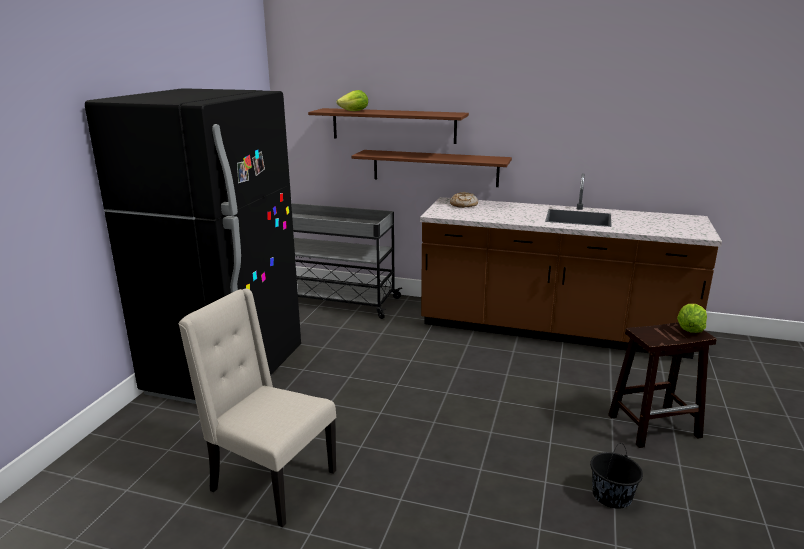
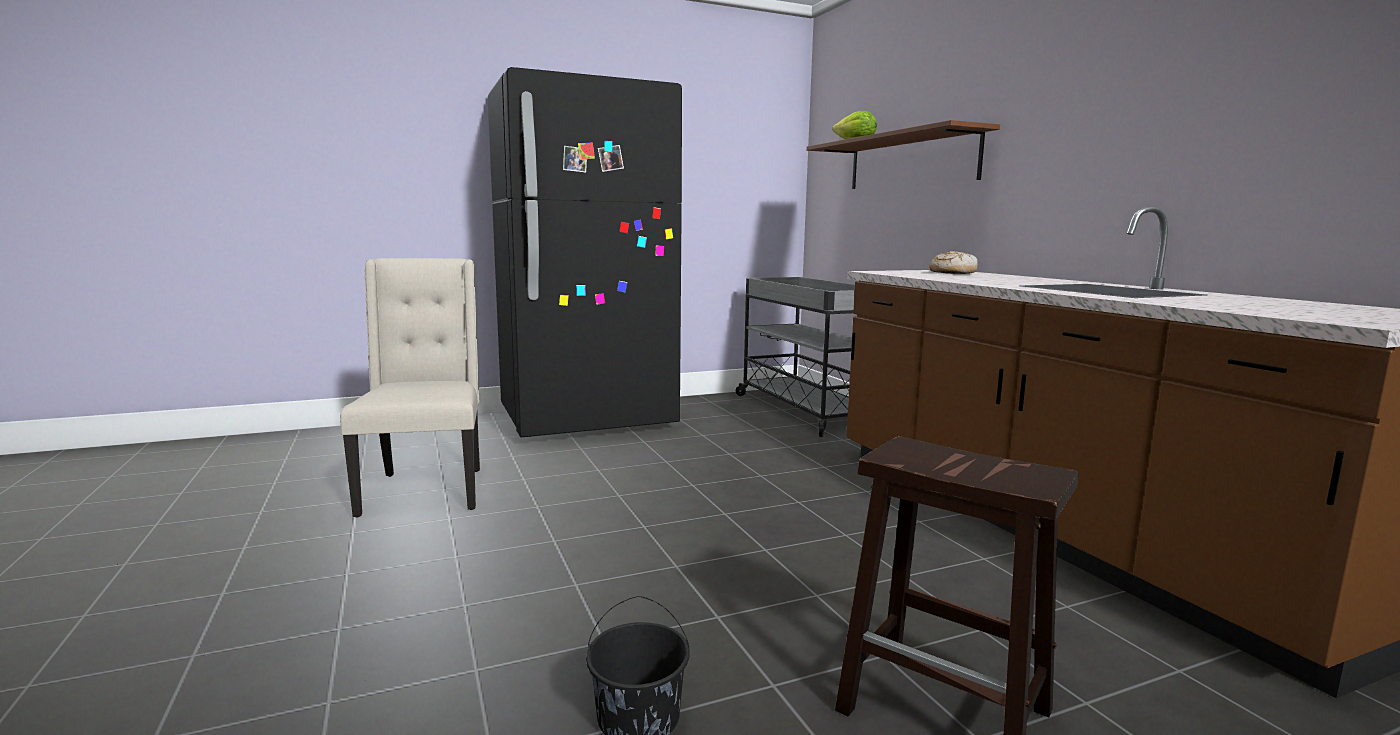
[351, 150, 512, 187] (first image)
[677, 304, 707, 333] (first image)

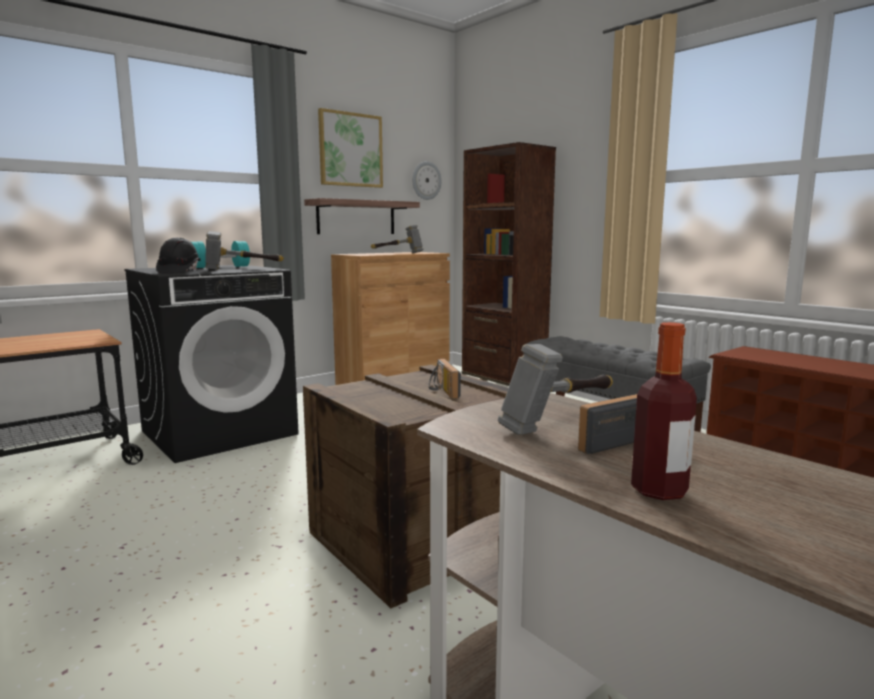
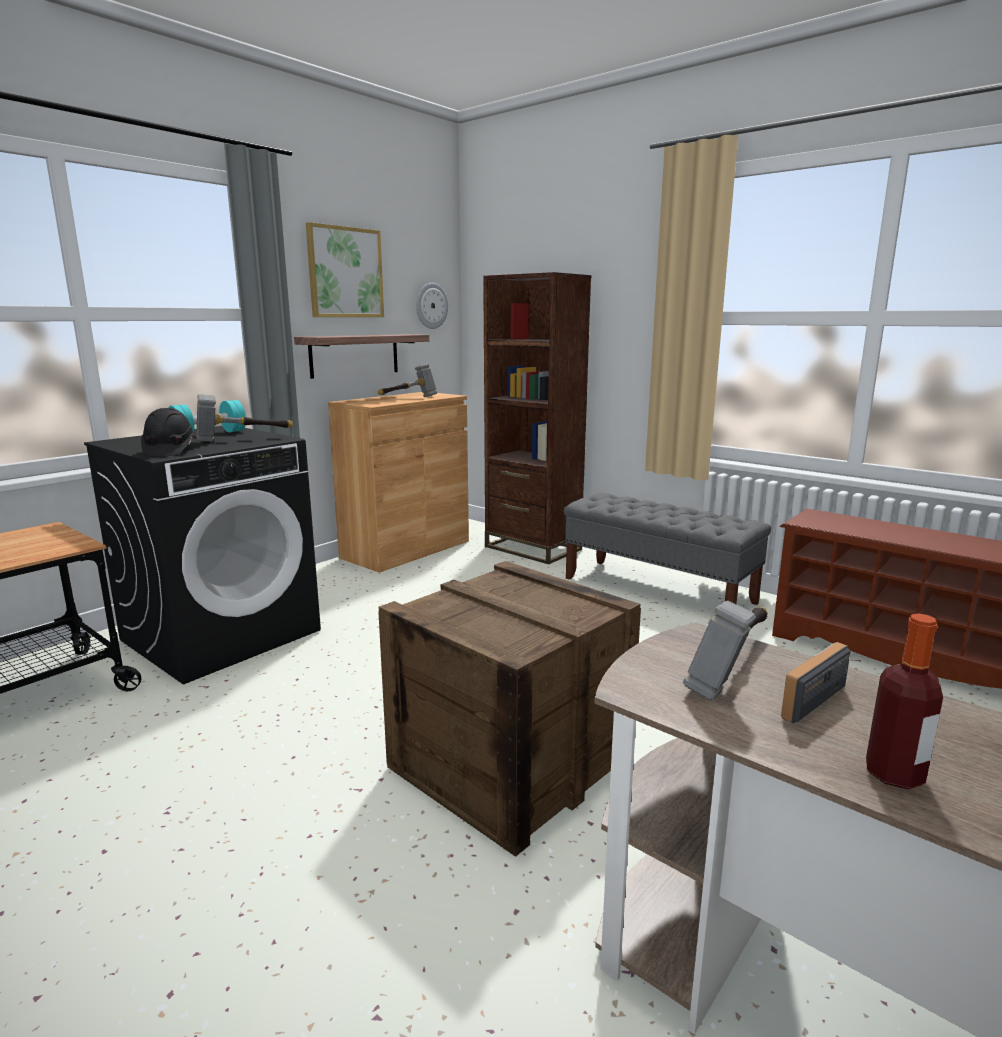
[429, 359, 461, 399] (first image)

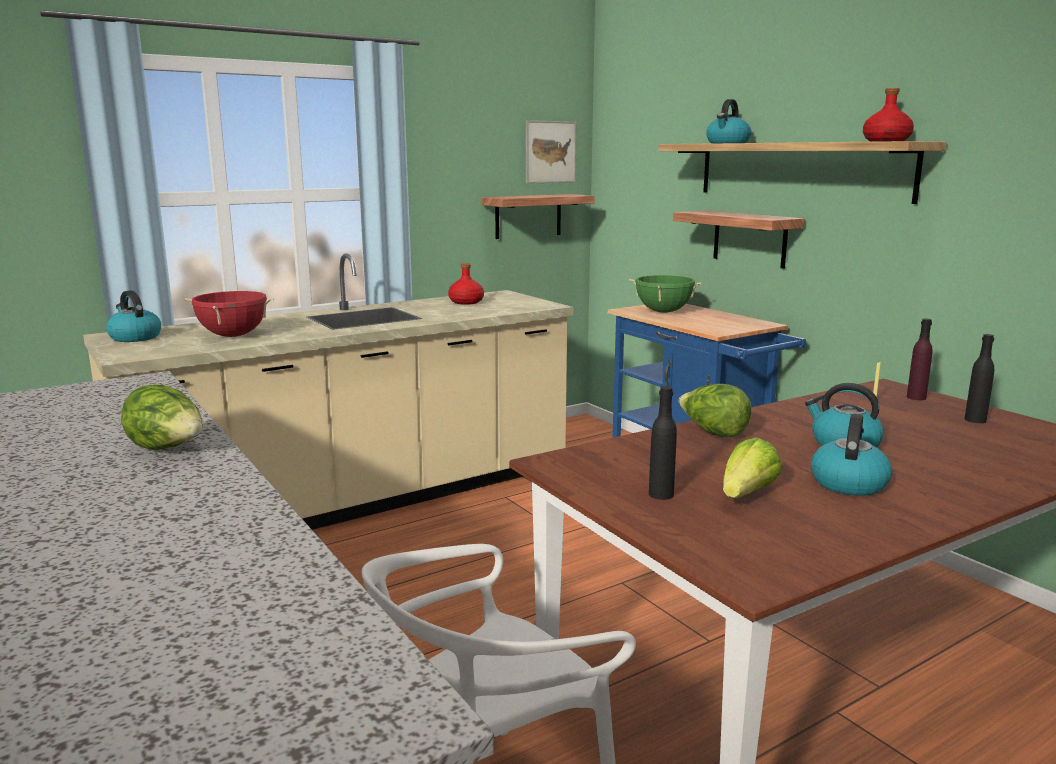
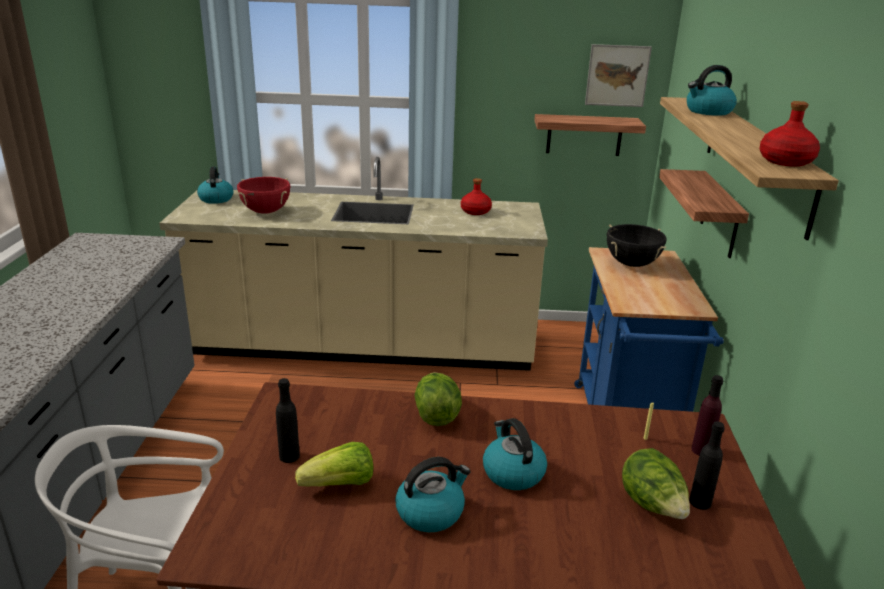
[622, 448, 690, 519]
[606, 224, 667, 267]

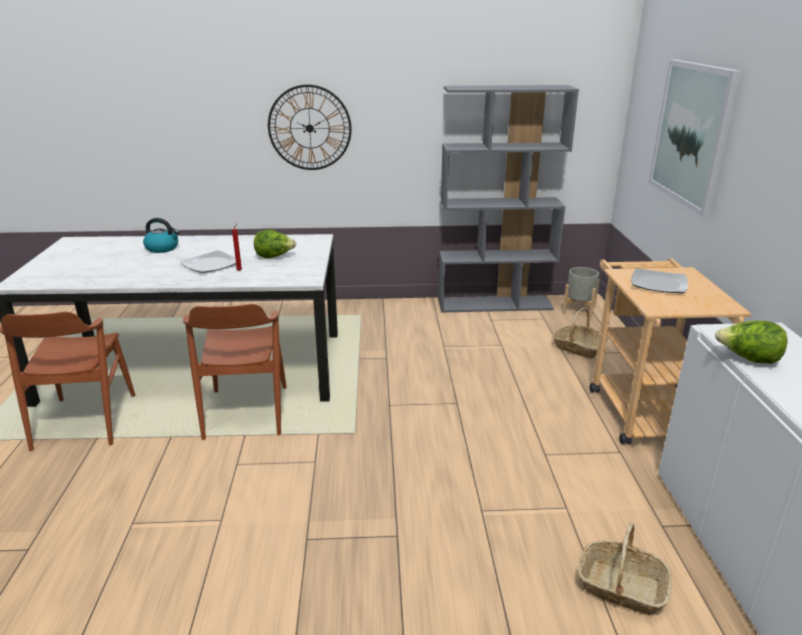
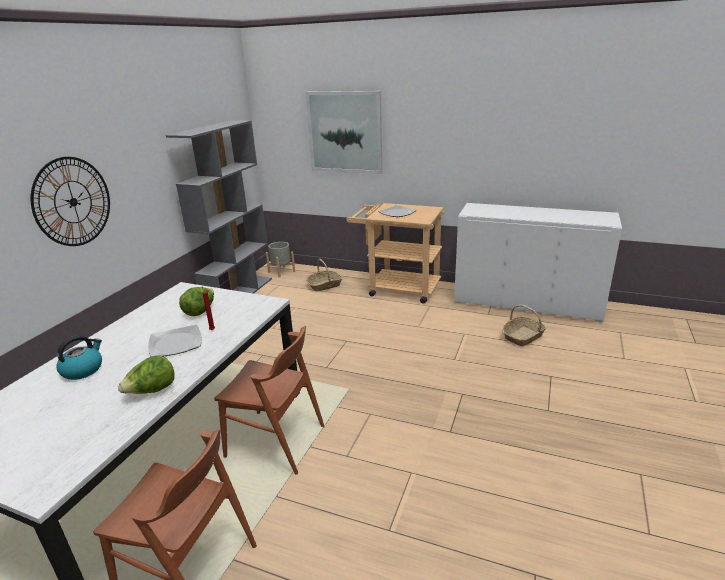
[118, 356, 175, 394]

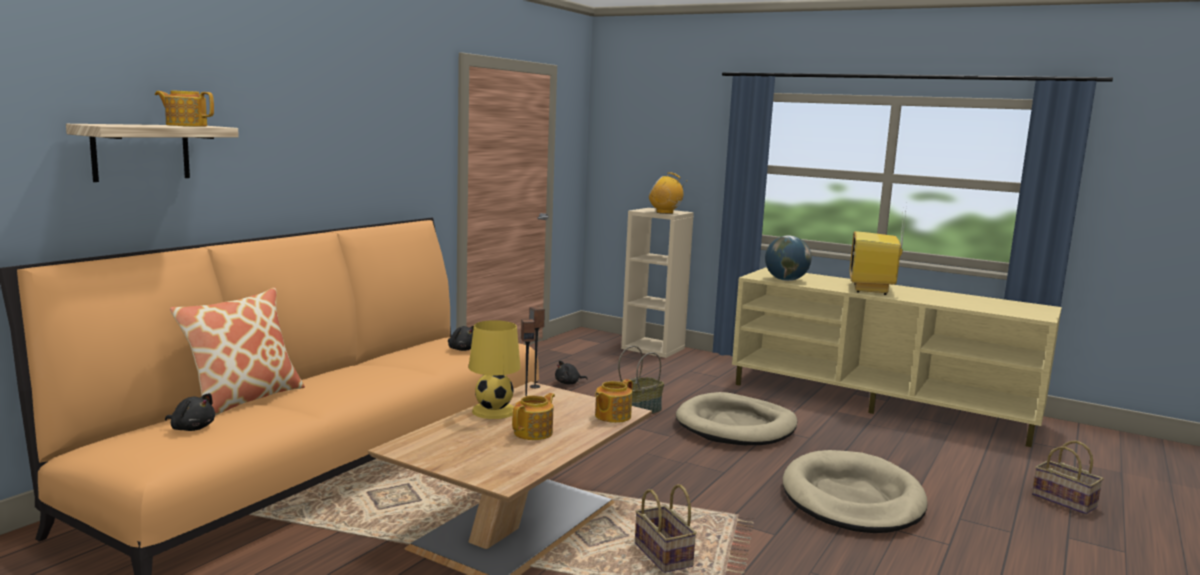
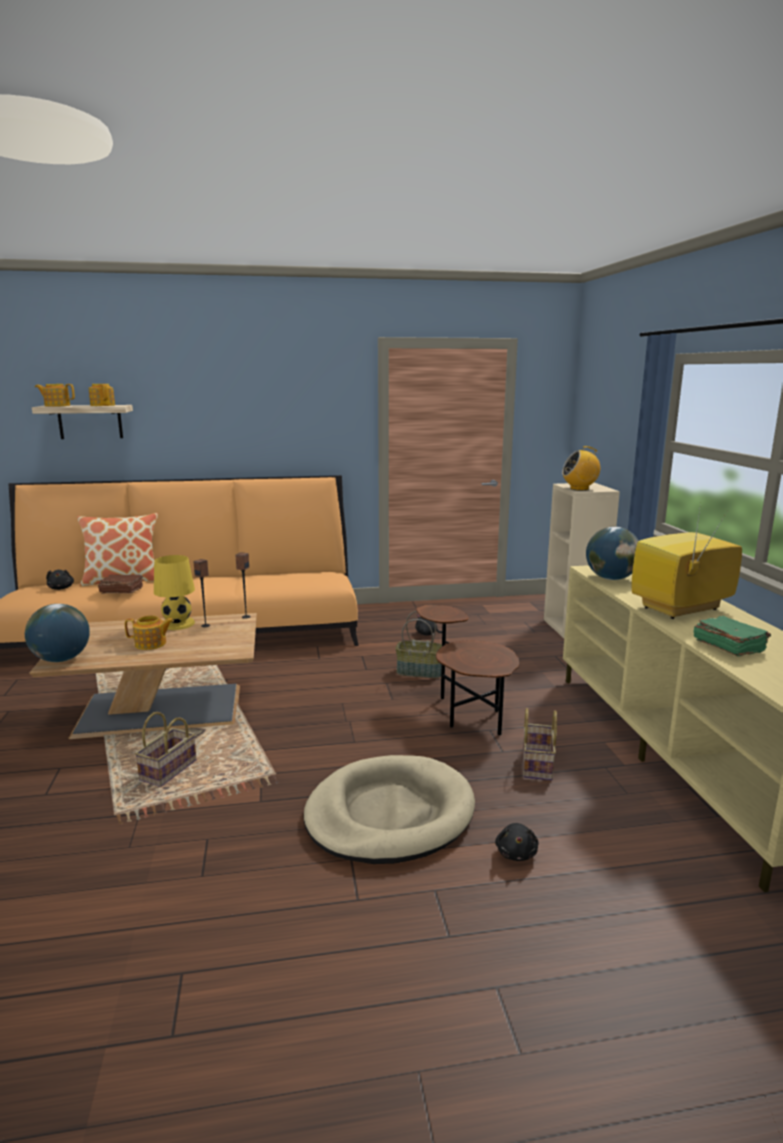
[25, 604, 90, 662]
[98, 575, 143, 594]
[694, 616, 771, 656]
[495, 823, 539, 861]
[35, 384, 75, 406]
[523, 708, 557, 780]
[416, 605, 519, 735]
[562, 446, 600, 491]

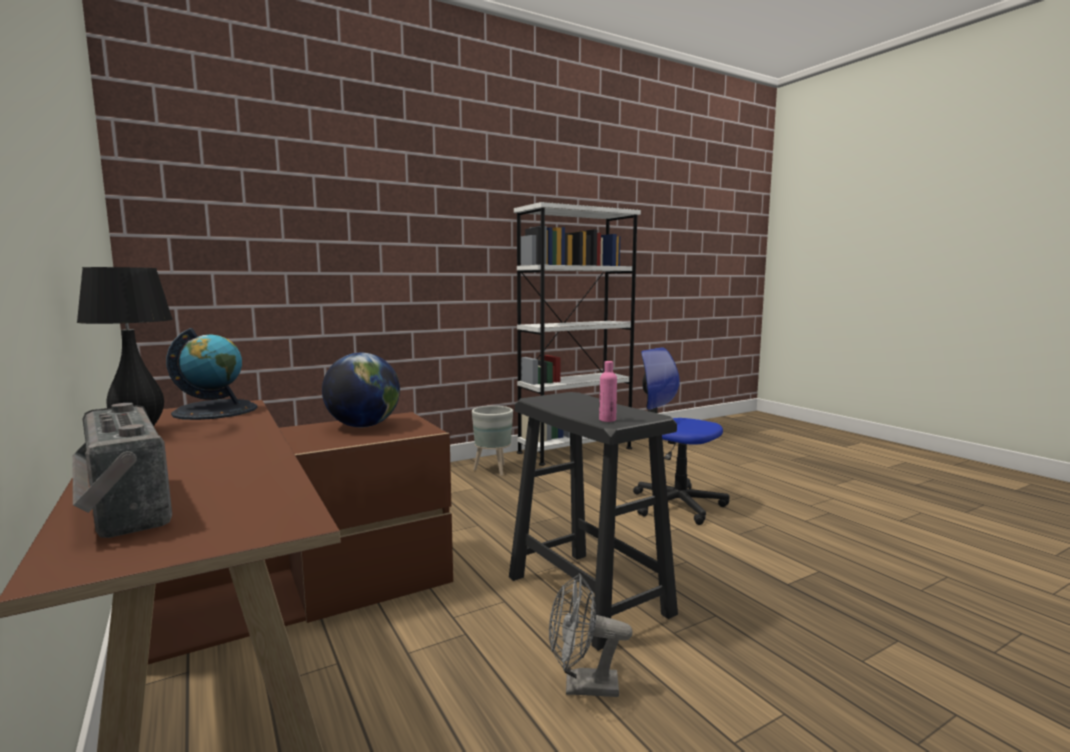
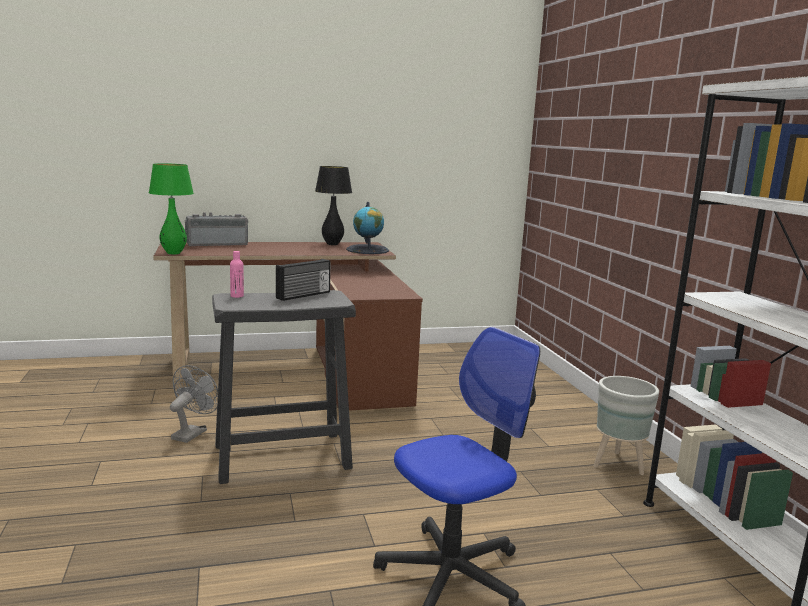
[322, 353, 400, 427] (first image)
[149, 163, 194, 254]
[276, 259, 330, 301]

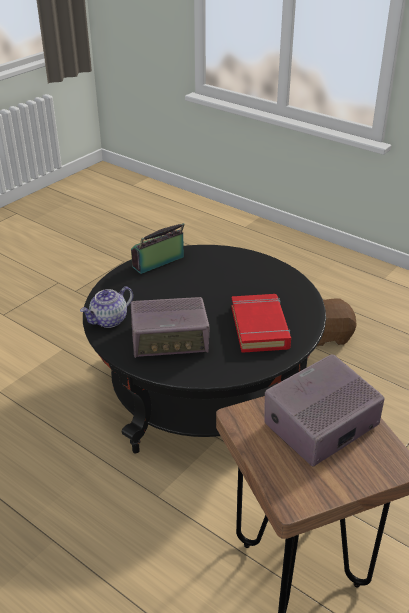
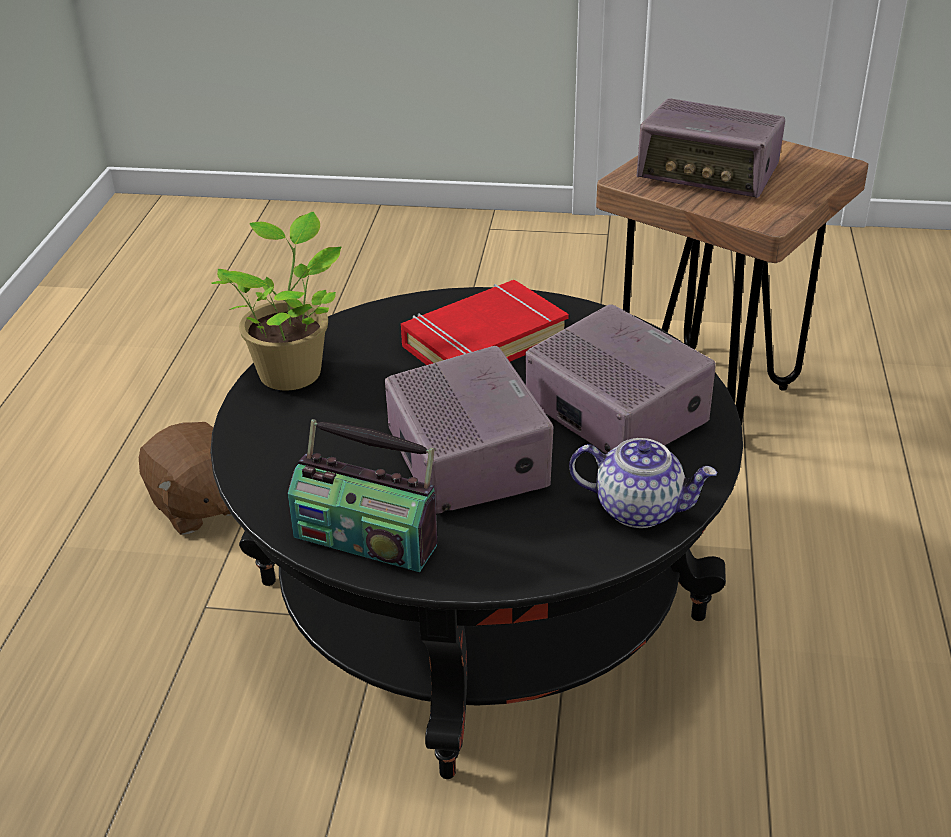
[211, 212, 341, 391]
[385, 346, 553, 514]

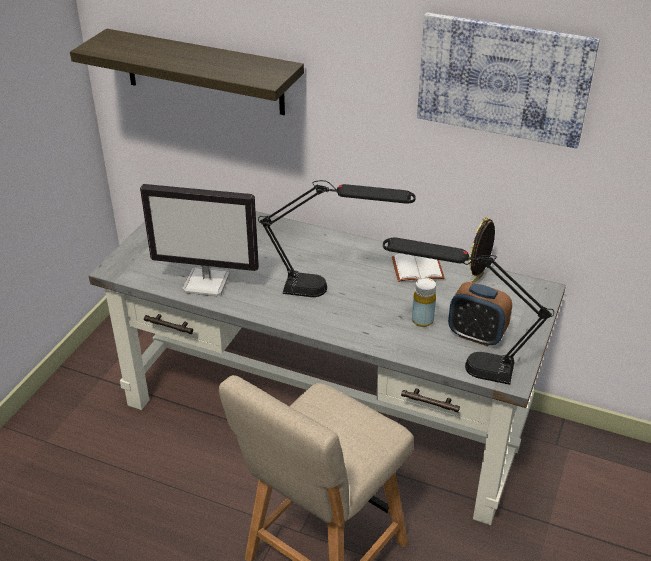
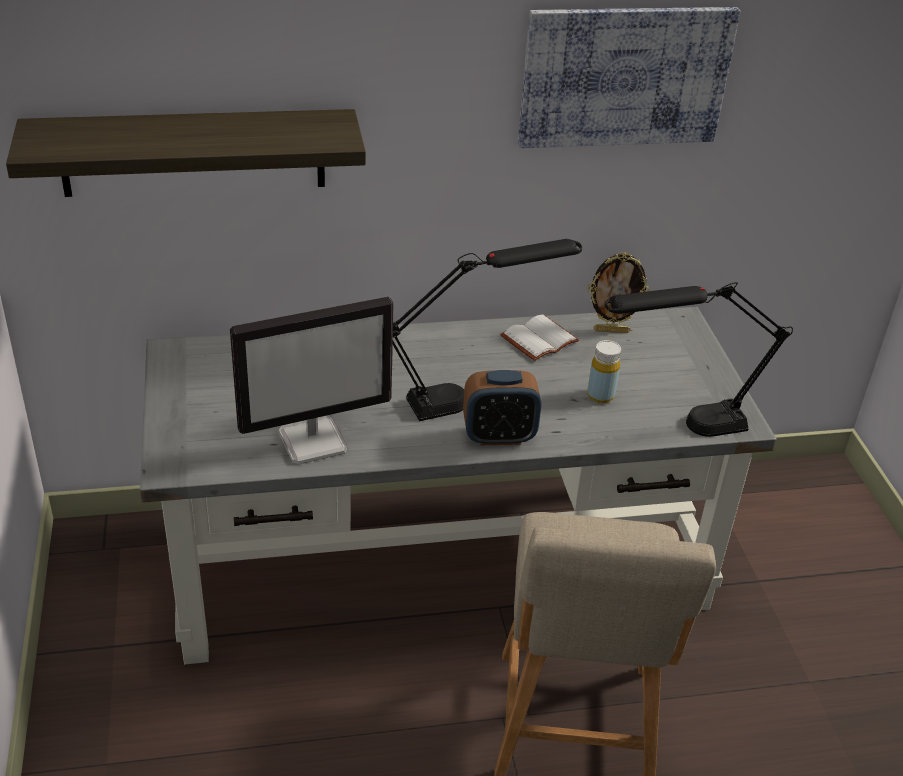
[463, 370, 541, 445]
[587, 252, 650, 333]

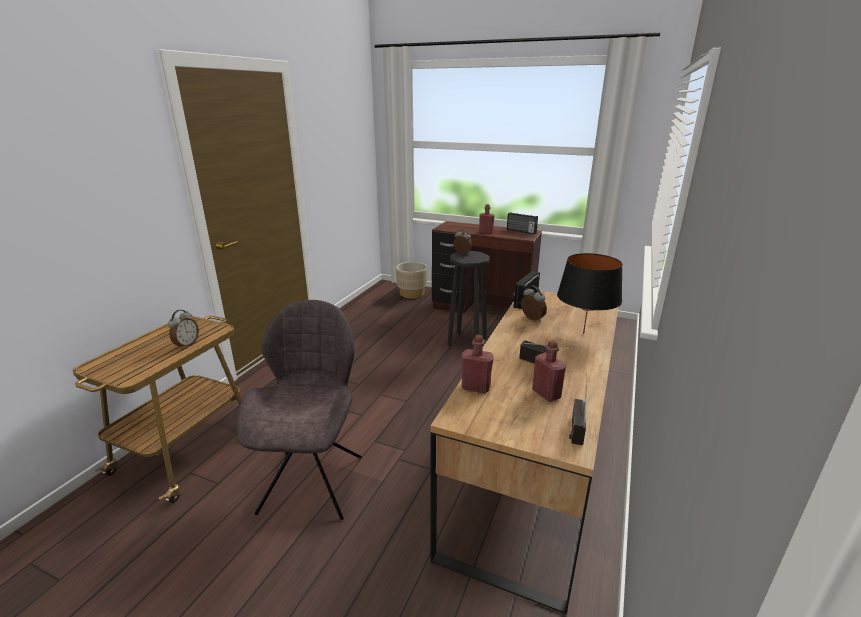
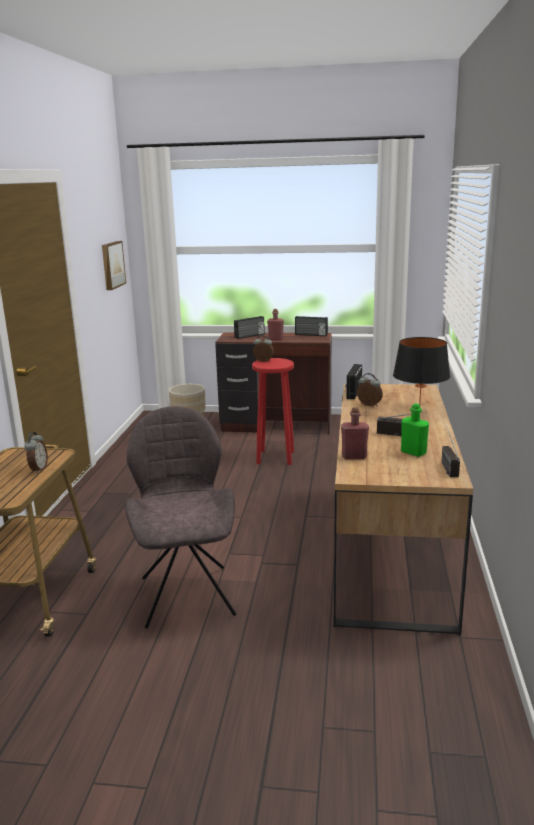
[102, 241, 126, 290]
[234, 316, 265, 339]
[252, 358, 294, 465]
[401, 403, 429, 457]

